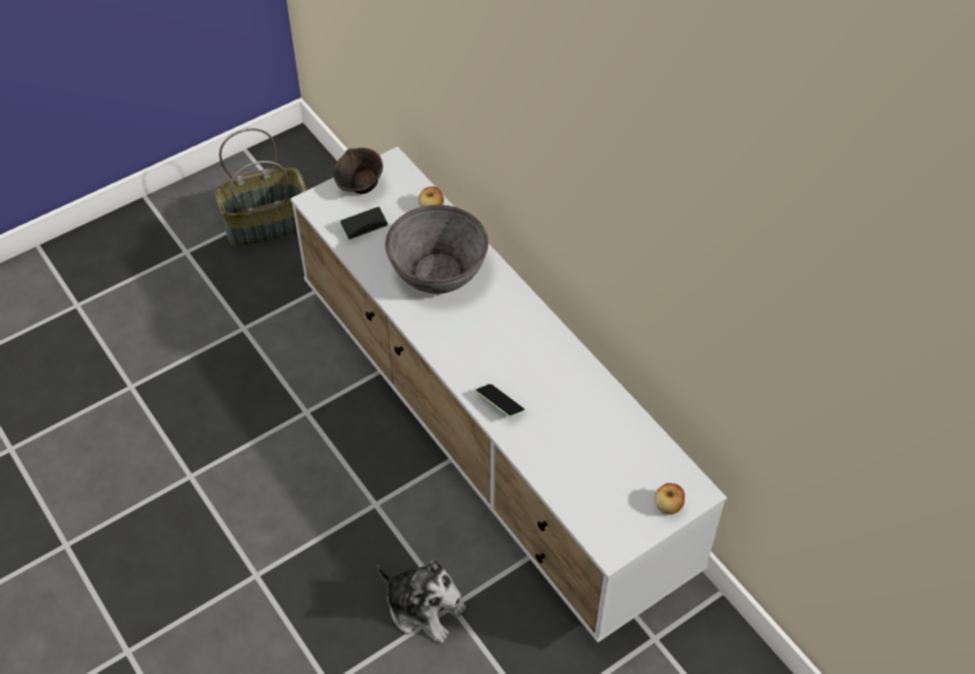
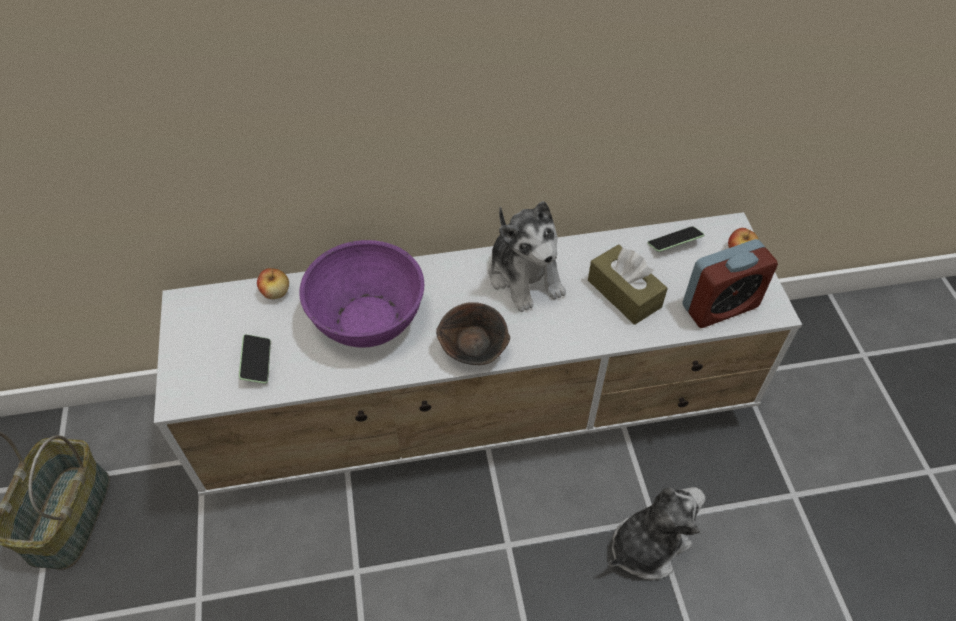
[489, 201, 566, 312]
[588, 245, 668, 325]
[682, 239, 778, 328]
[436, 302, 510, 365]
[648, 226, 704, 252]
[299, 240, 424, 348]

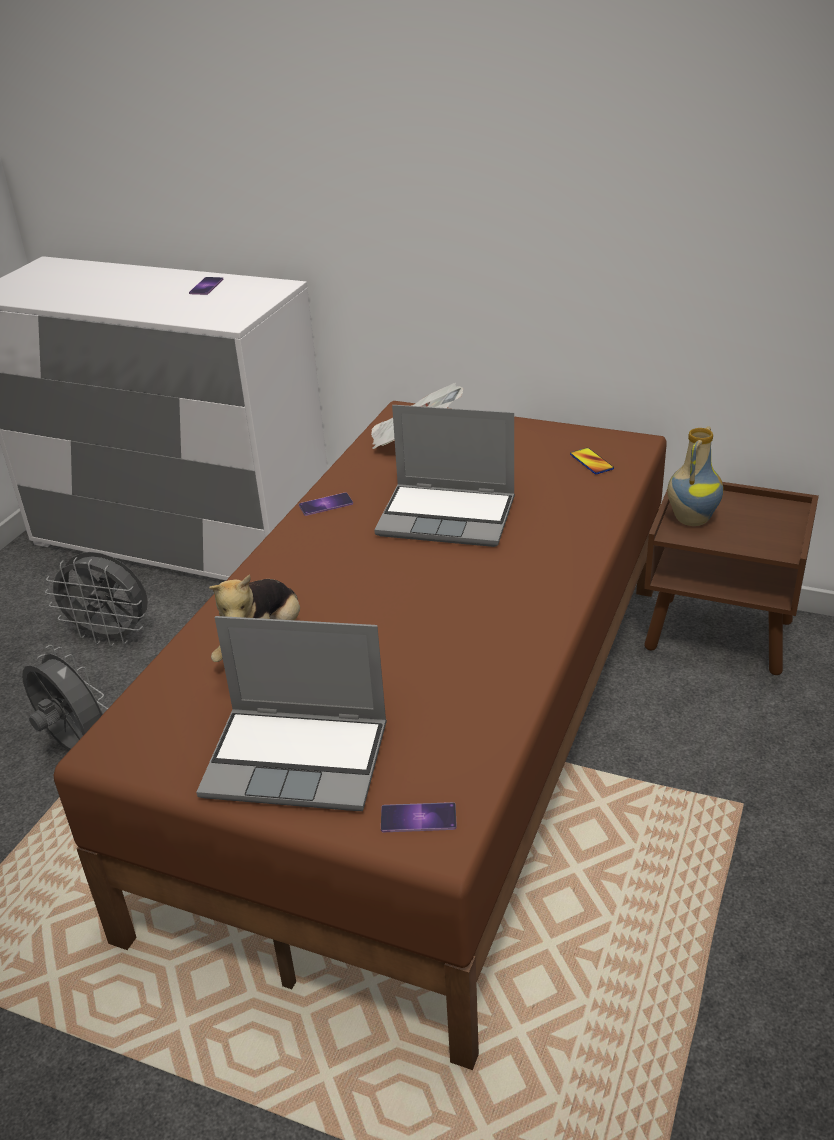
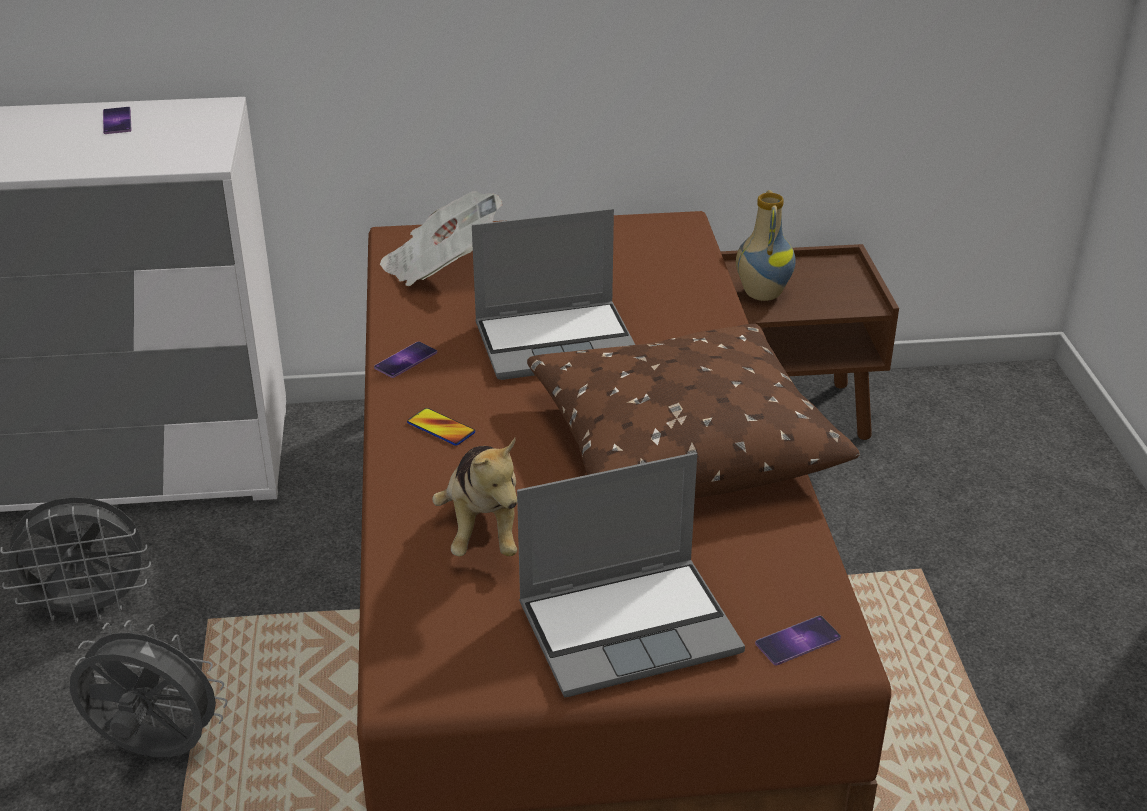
[527, 323, 860, 498]
[407, 408, 475, 446]

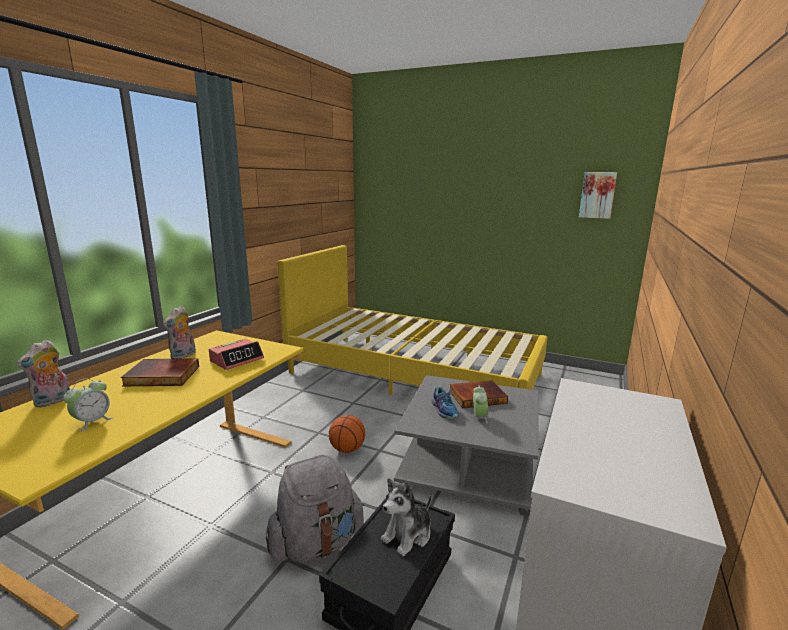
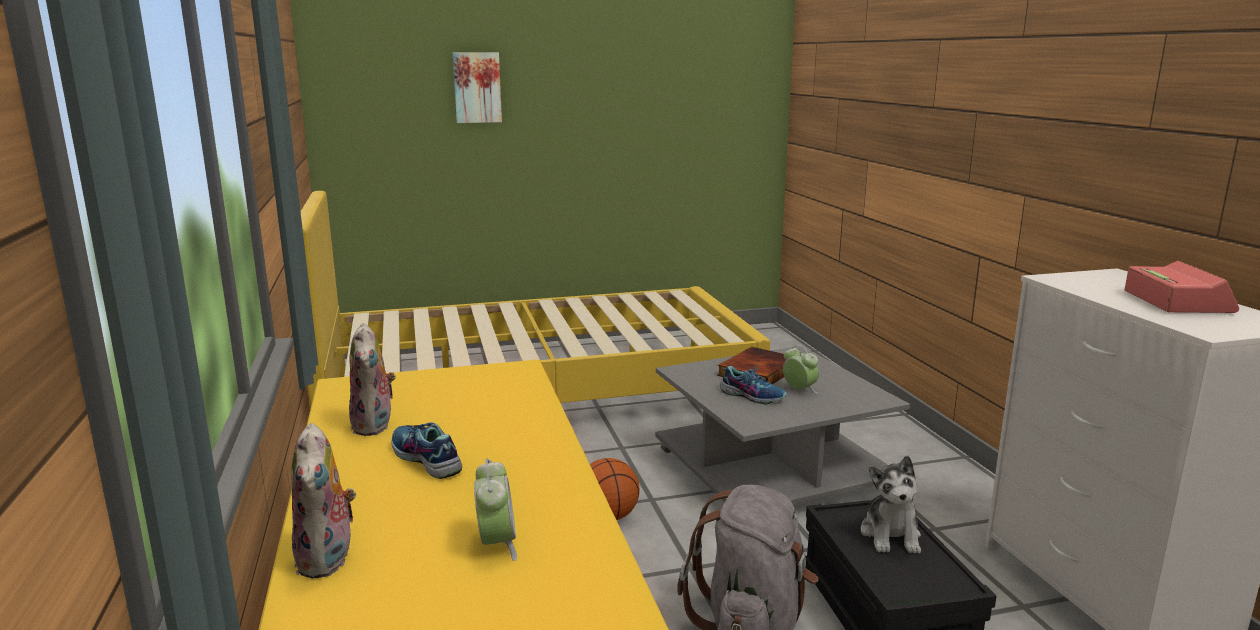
[1125, 261, 1239, 313]
[453, 53, 502, 123]
[391, 423, 462, 479]

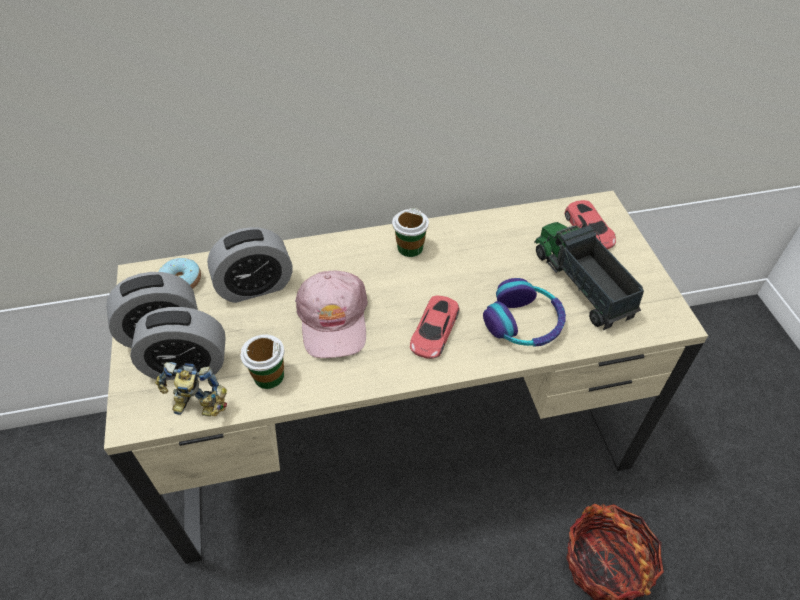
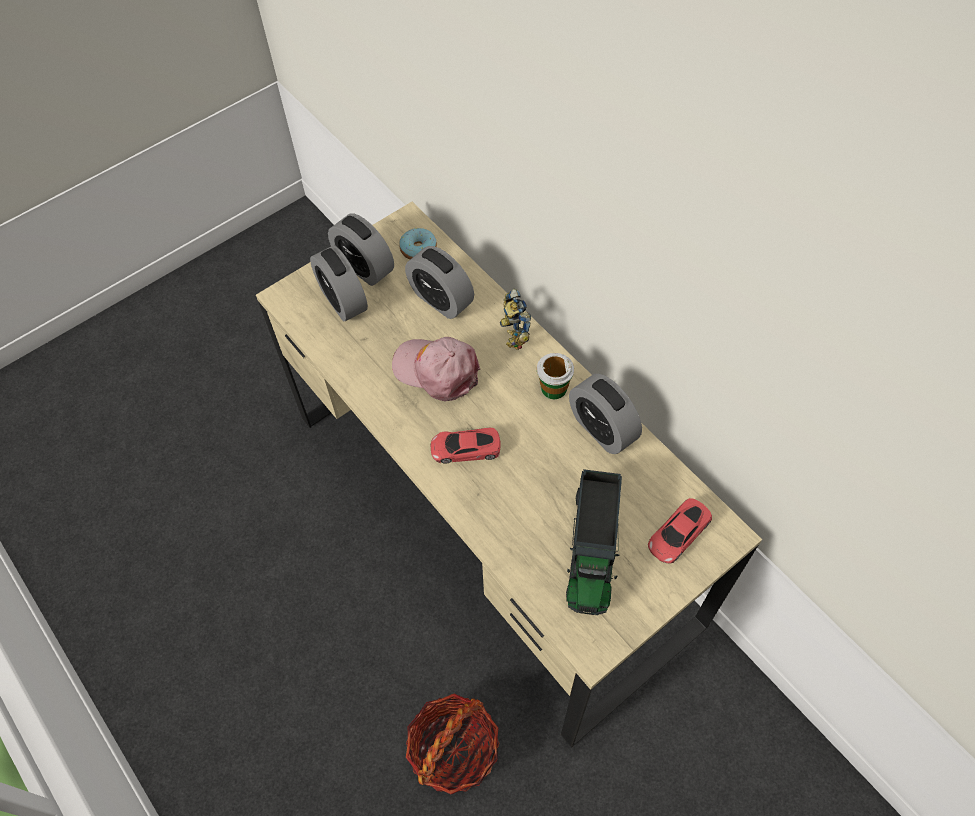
[240, 334, 284, 389] (first image)
[483, 278, 566, 346] (first image)
[569, 374, 642, 454]
[500, 288, 531, 350]
[392, 337, 480, 402]
[566, 469, 622, 615]

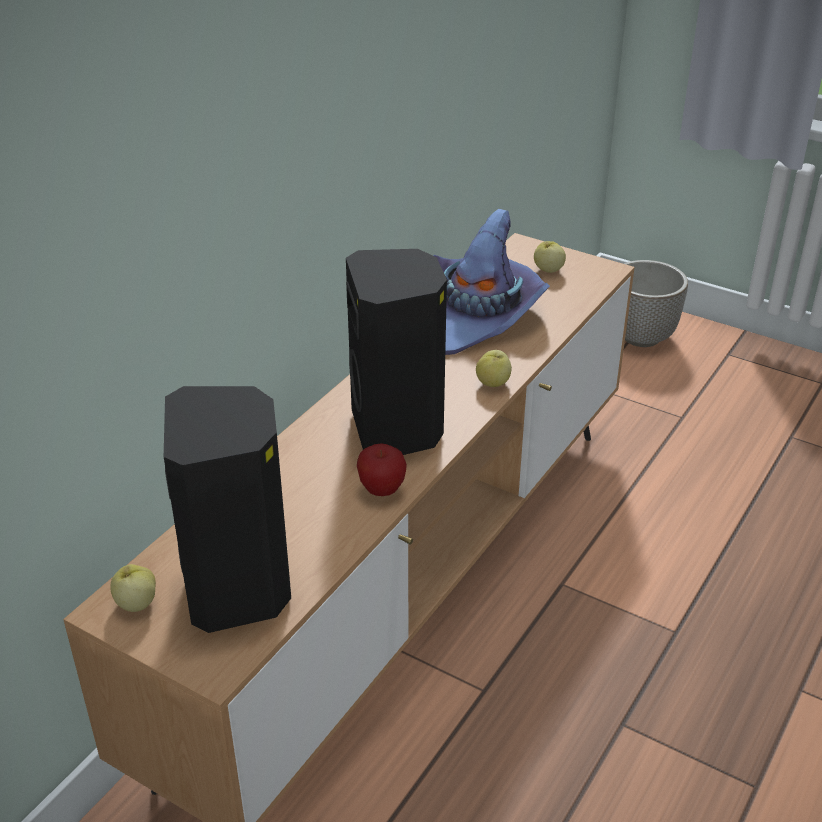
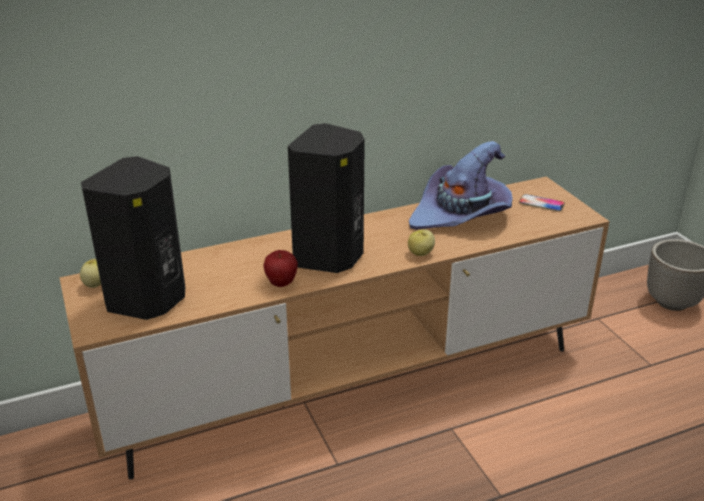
[519, 194, 565, 212]

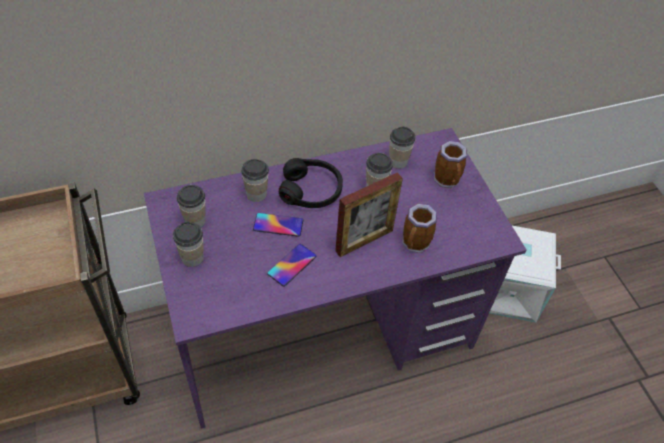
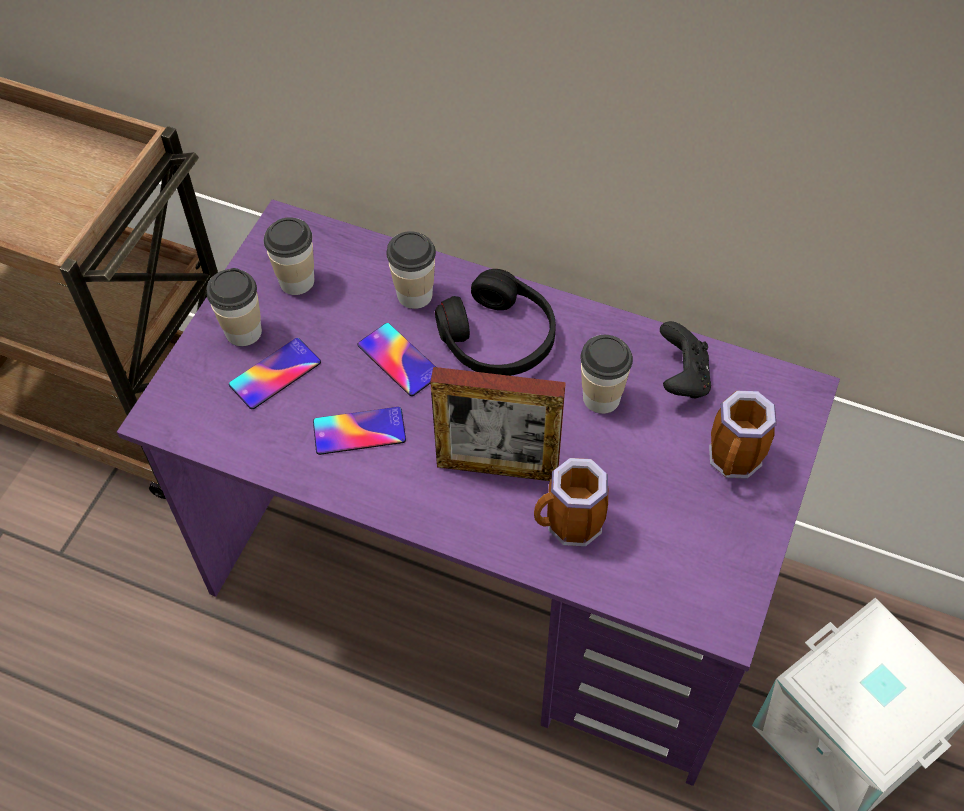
[229, 338, 321, 409]
[660, 321, 711, 399]

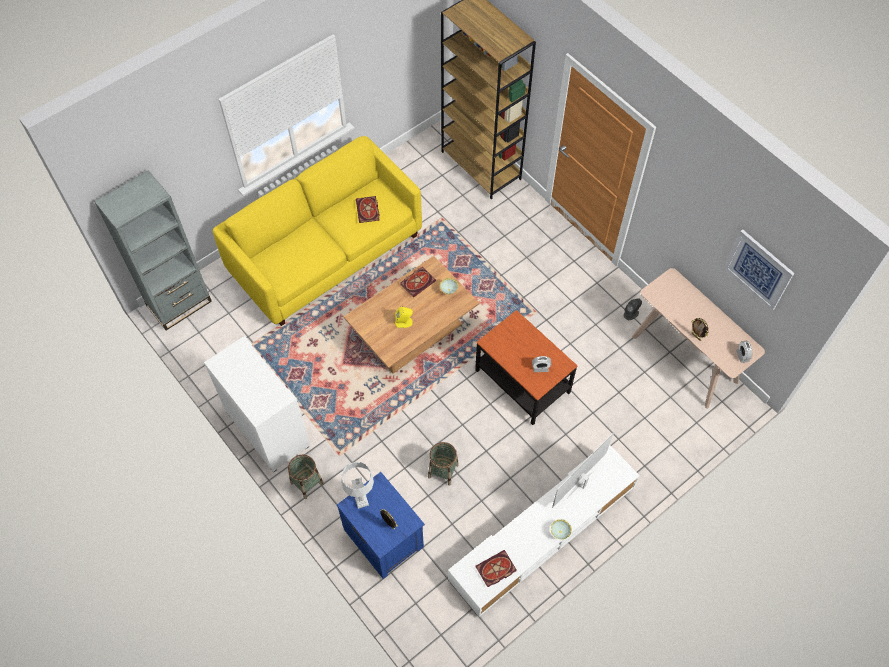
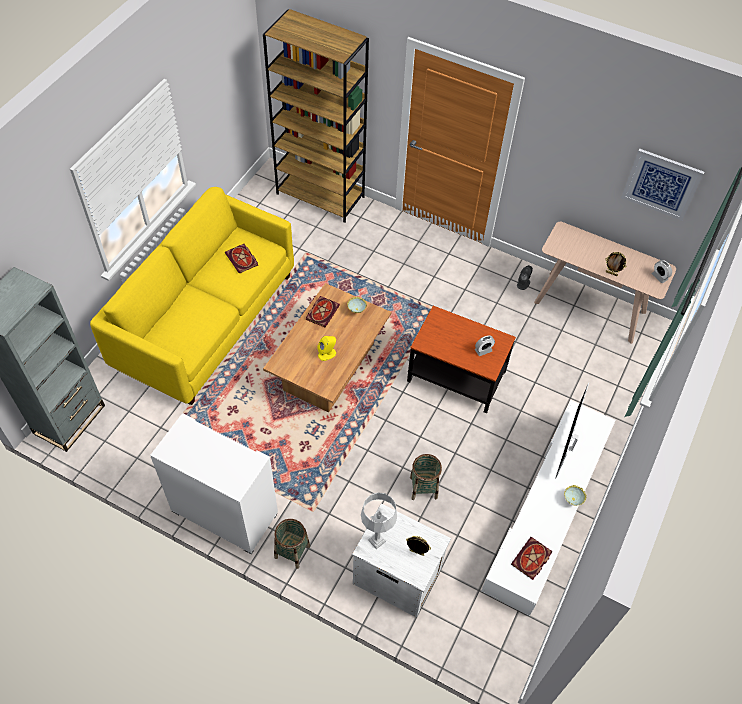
[352, 504, 451, 618]

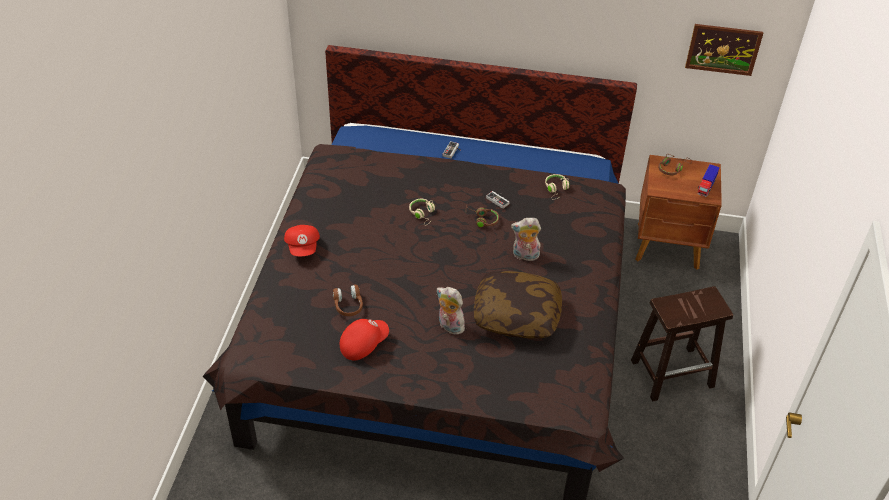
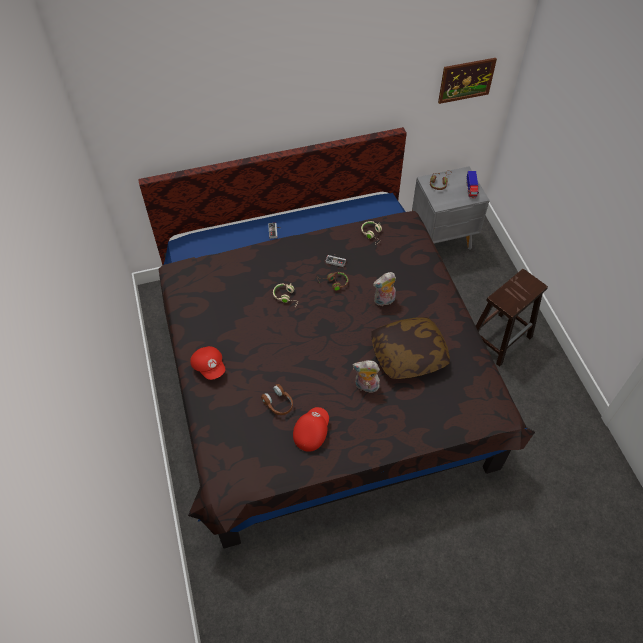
[412, 166, 490, 250]

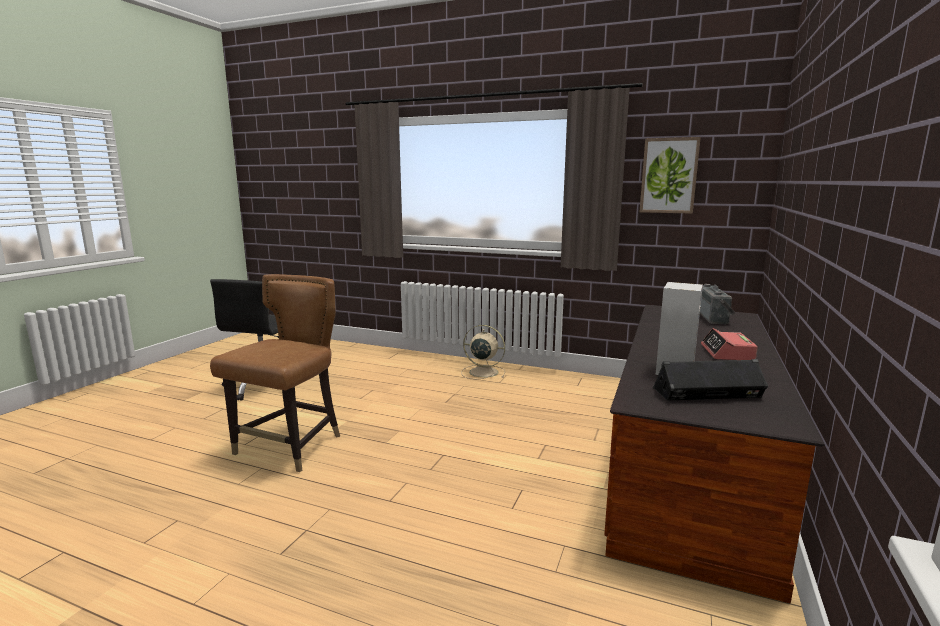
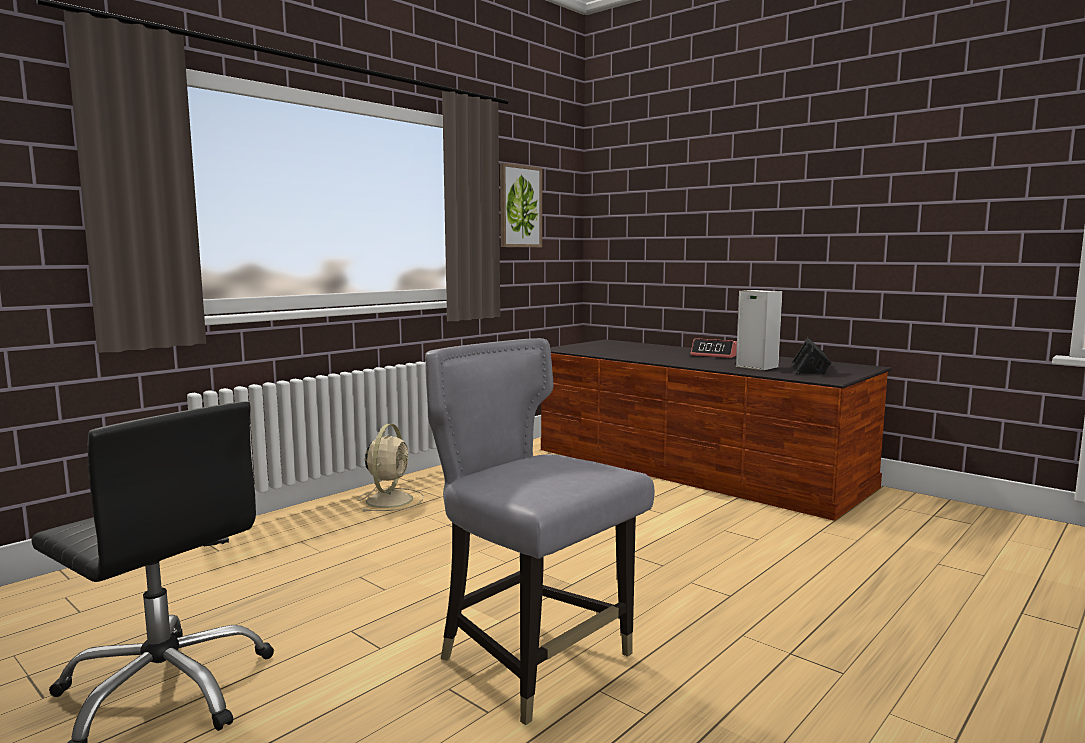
[700, 284, 736, 324] (first image)
[425, 338, 655, 725]
[357, 424, 424, 512]

